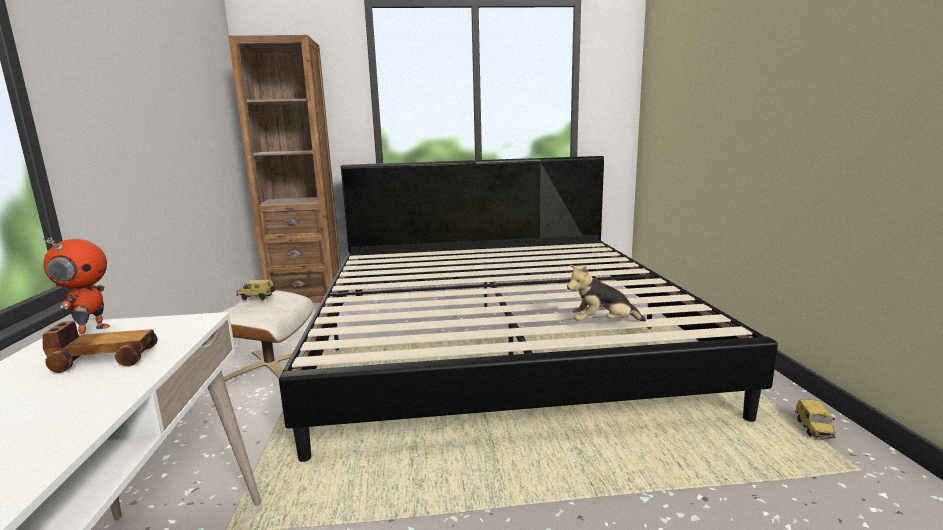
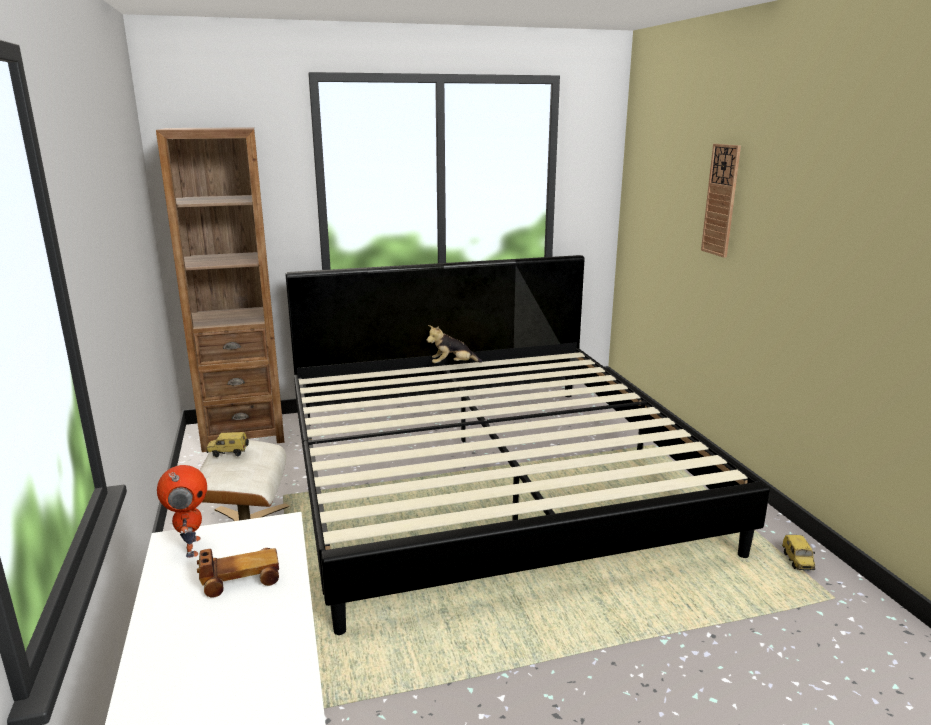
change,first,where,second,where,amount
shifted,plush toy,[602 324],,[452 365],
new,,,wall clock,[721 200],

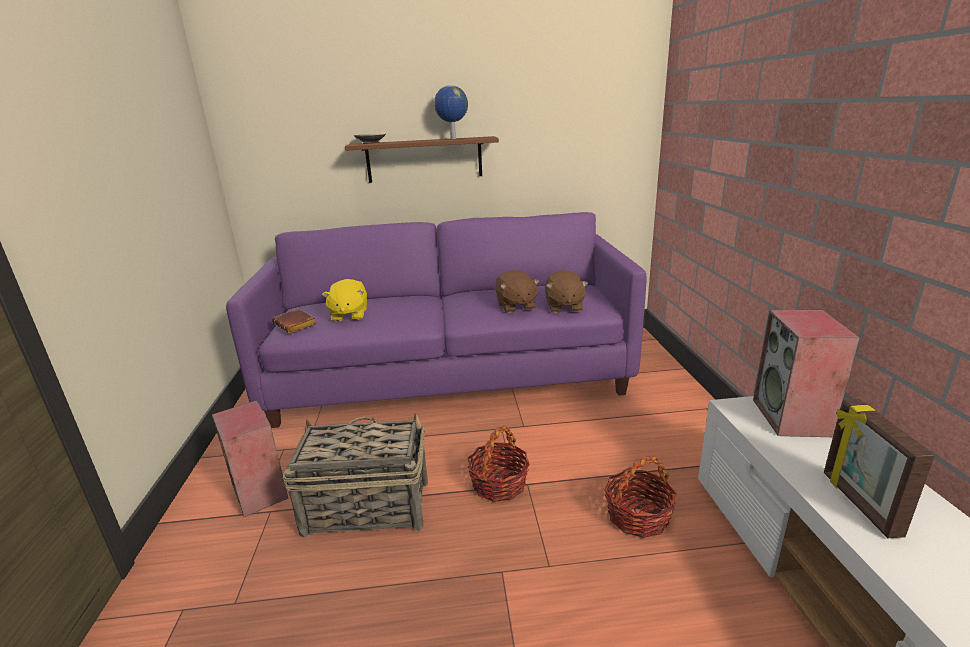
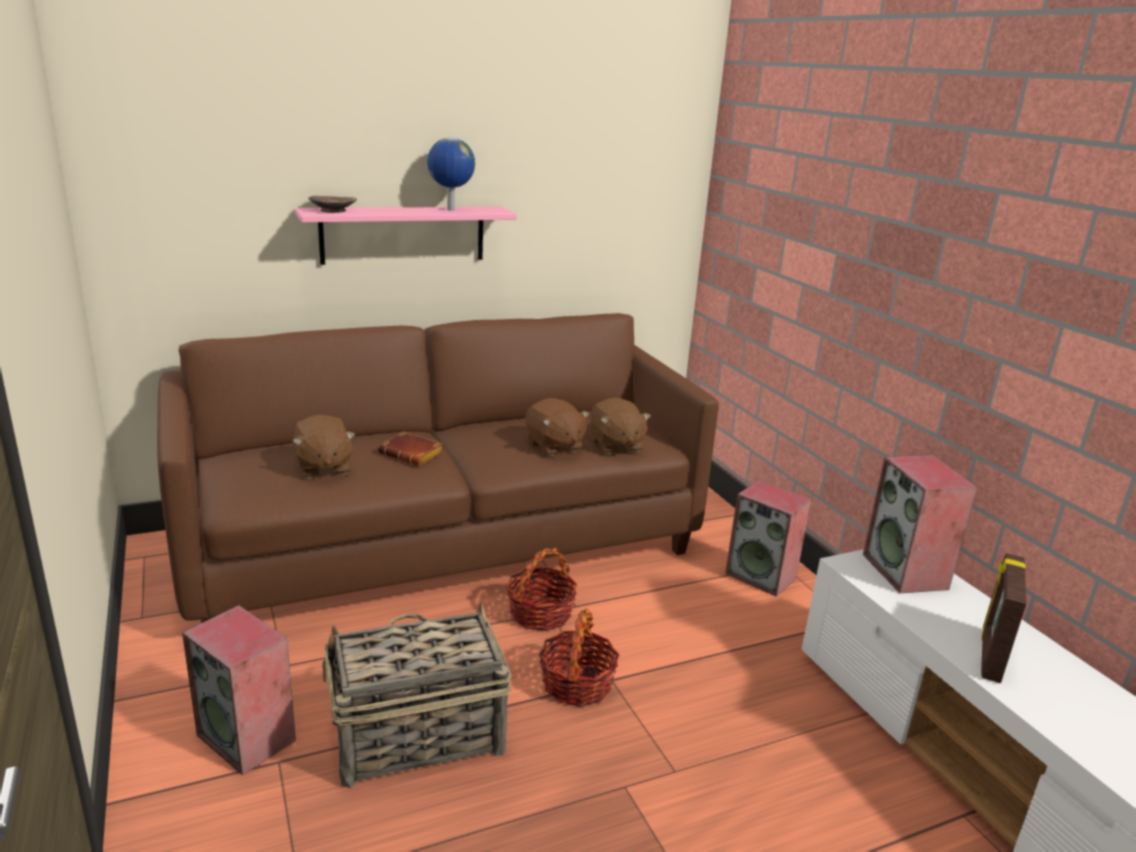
change,first,where,second,where,amount
repainted,purple sofa,[450 375],brown sofa,[444 543],
repainted,yellow plush toy,[349 315],brown plush toy,[323 468],
repainted,brown shelf,[424 159],pink shelf,[403 234],
shifted,brown book,[296 325],,[413 454],
shifted,basket,[637 516],,[540 614],
new,,,speaker,[762 576],
rotated,picture frame,[858 503],,[989 655],45 degrees clockwise

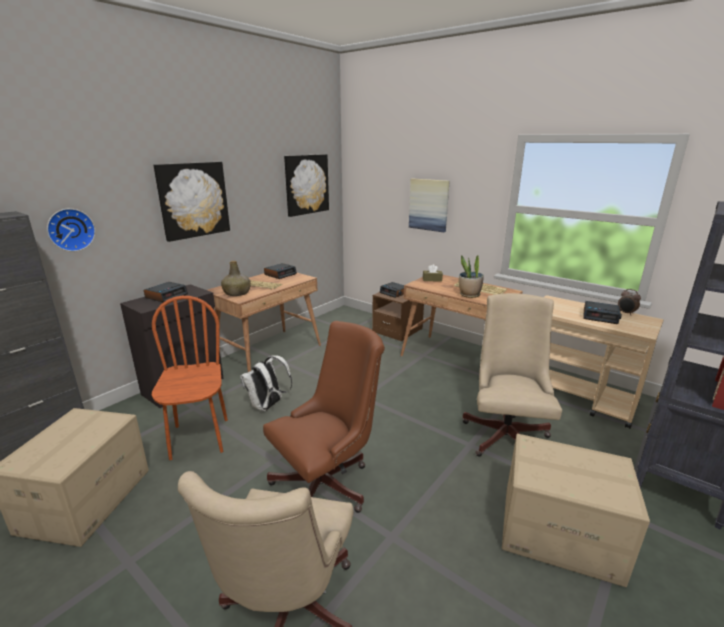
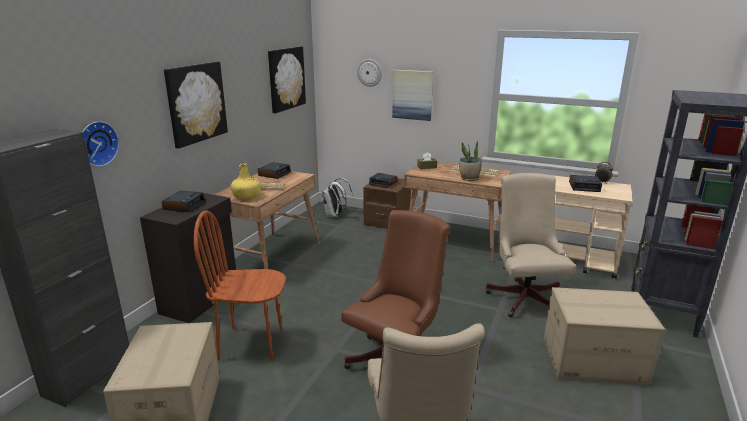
change,first,where,second,where,amount
rotated,brown chair,[199 438],,[251 343],60 degrees counterclockwise
repainted,green bottle,[237 293],yellow bottle,[247 196],
shifted,white backpack,[268 406],,[335 215],
new,,,wall clock,[369 72],

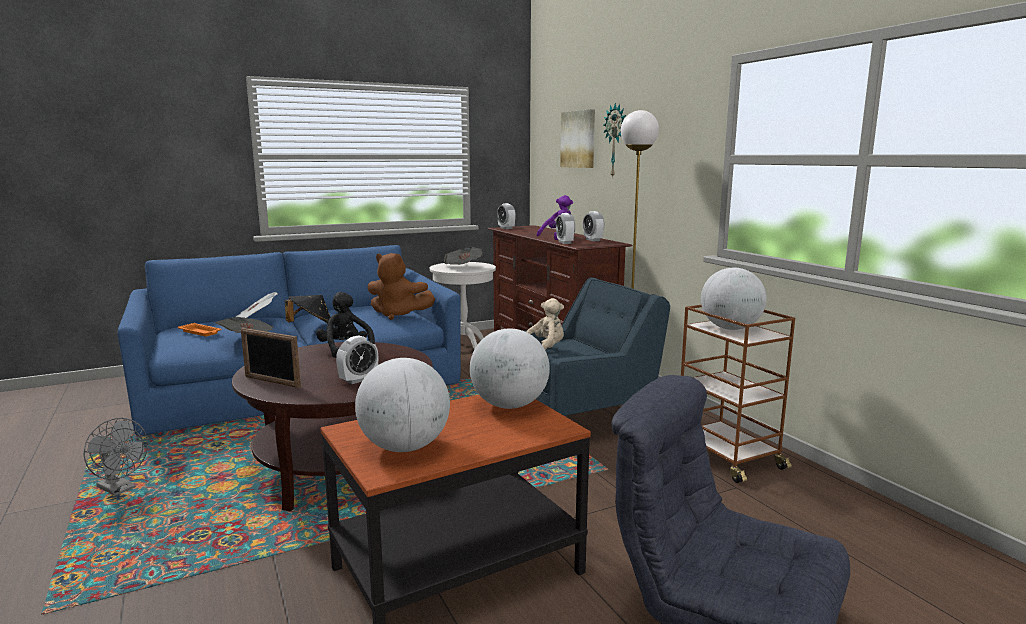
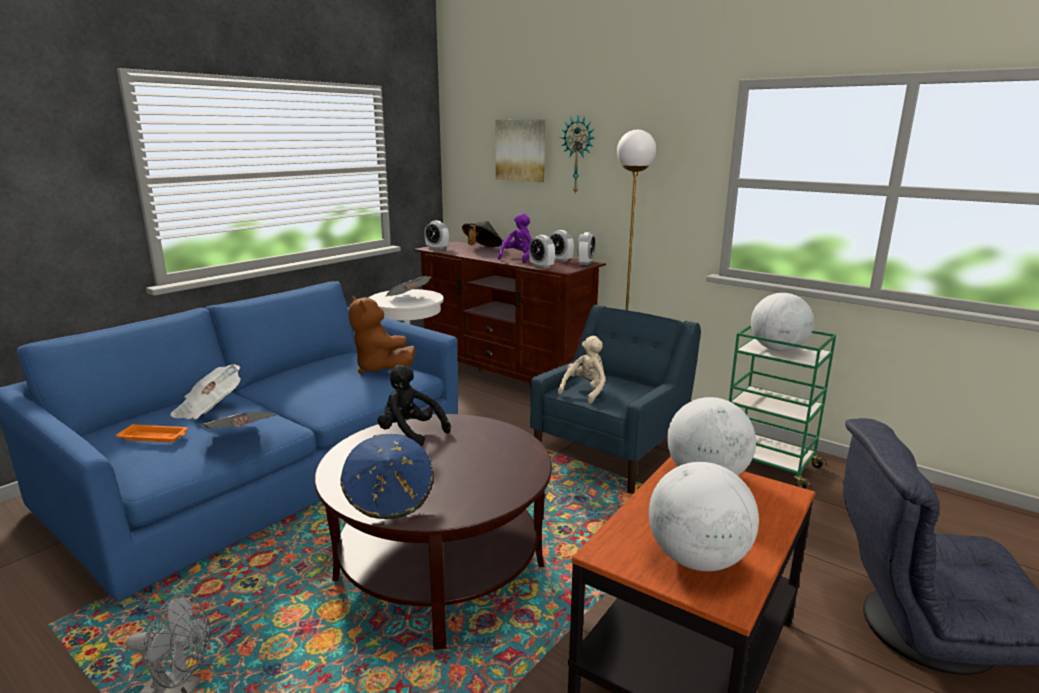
change,first,where,second,where,amount
swapped,picture frame,[272 382],blue hat,[389 499],
rotated,brown plush toy,[398 315],,[380 368],60 degrees clockwise
shifted,black hat,[311 326],,[481 249],
shifted,alarm clock,[358 380],,[585 263],
repainted,brown cart,[726 457],green cart,[768 465],

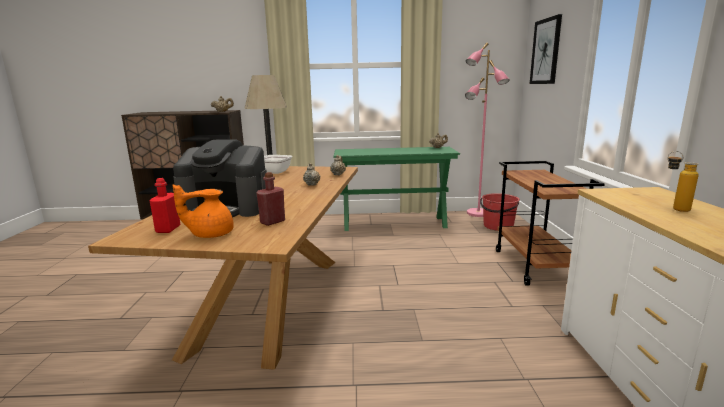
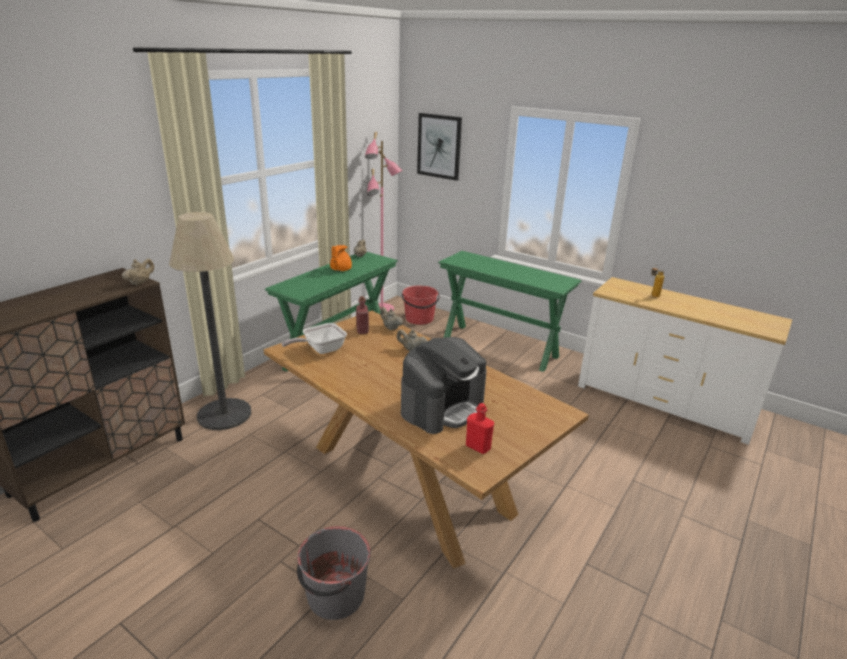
change,first,where,second,where,amount
new,,,grey bucket,[335 596],
shifted,orange teapot,[210 234],,[340 270],
shifted,red bottle,[272 222],,[362 330],
swapped,brown cart,[535 266],green console table,[500 347],

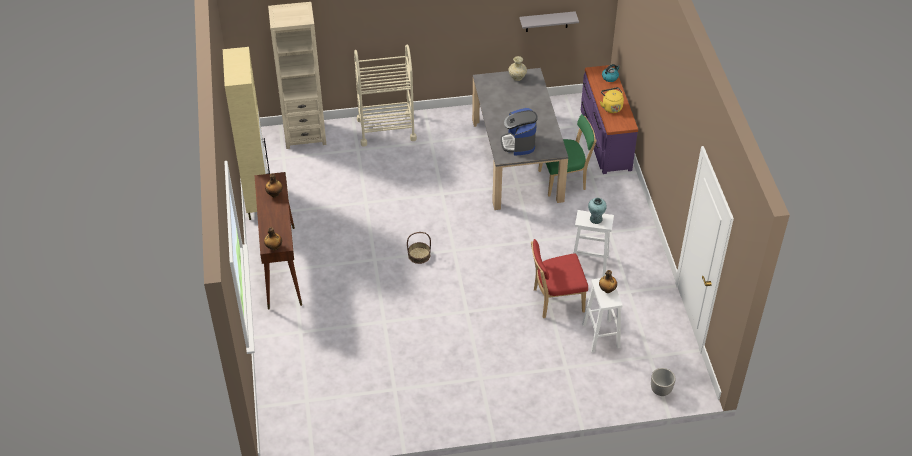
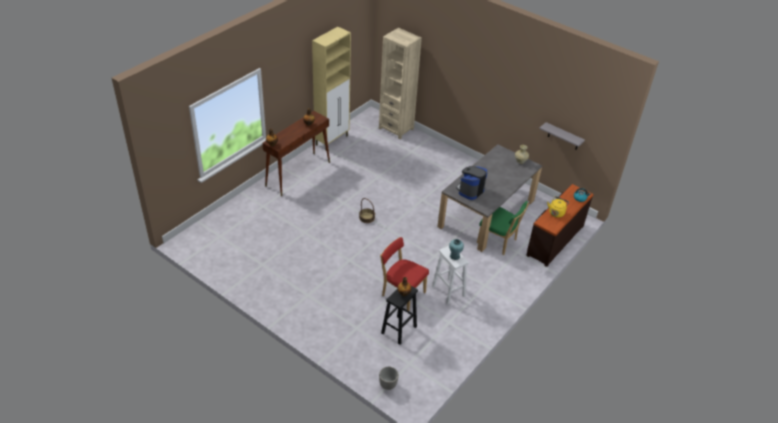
change,first,where,second,where,amount
repainted,white stool,[601 336],black stool,[398 330],
repainted,purple dresser,[604 139],brown dresser,[554 240],
gone,beige cart,[386 129],,,

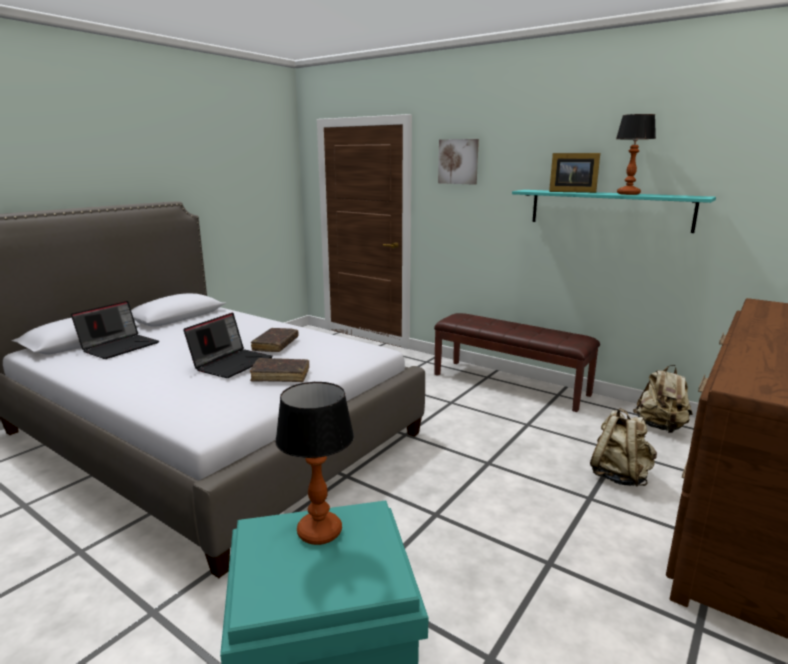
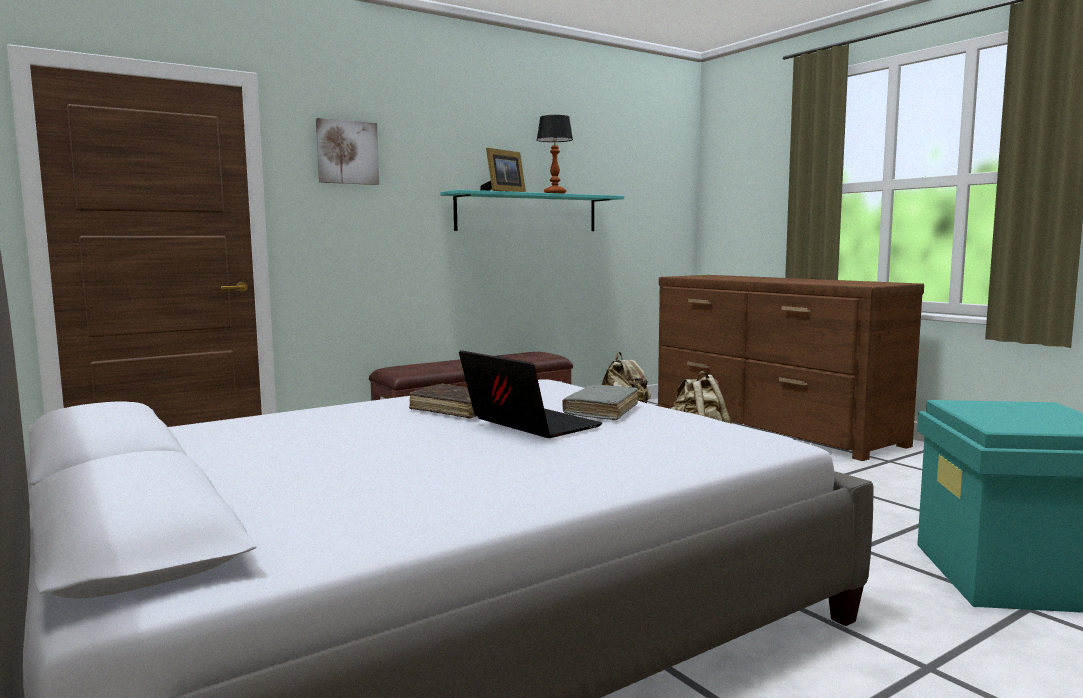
change,first,where,second,where,amount
repainted,brown book,[280 375],grey book,[601 411],
gone,laptop,[120 346],,,
gone,table lamp,[318 532],,,

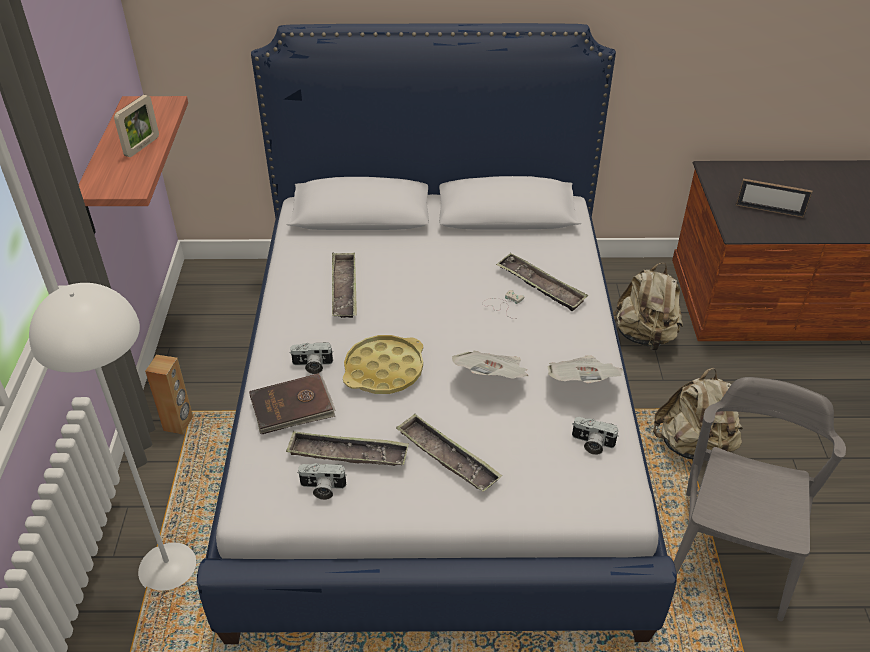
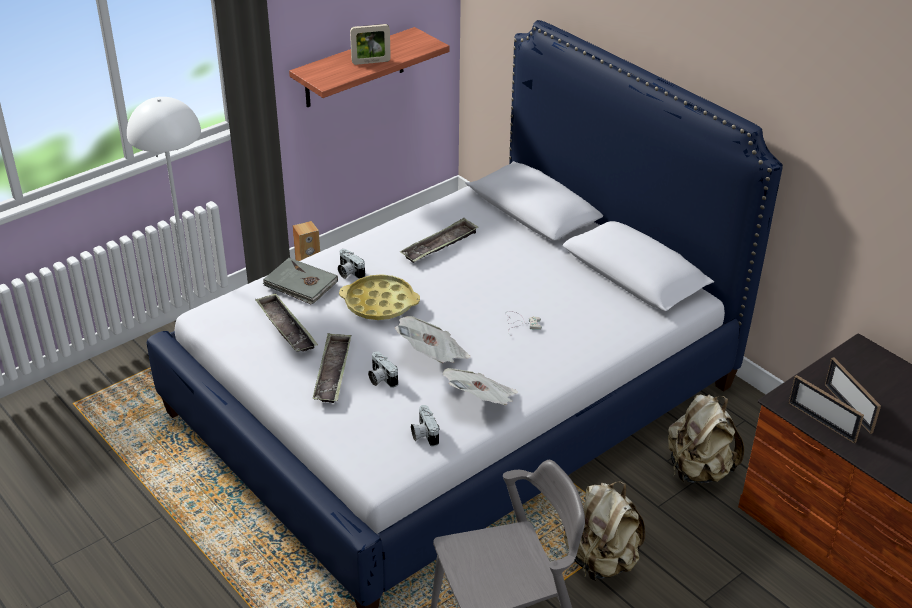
change,first,where,second,where,amount
repainted,brown book,[292 407],grey book,[300 284],
shifted,photo camera,[322 488],,[380 378],
new,,,picture frame,[821 422],
gone,tray,[540 286],,,

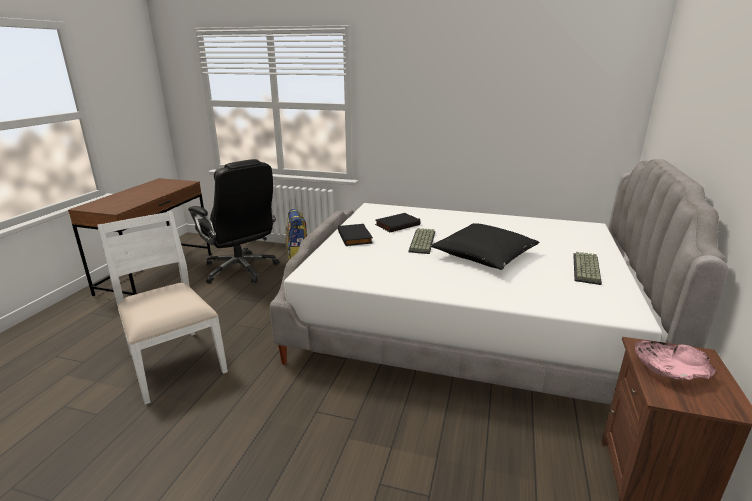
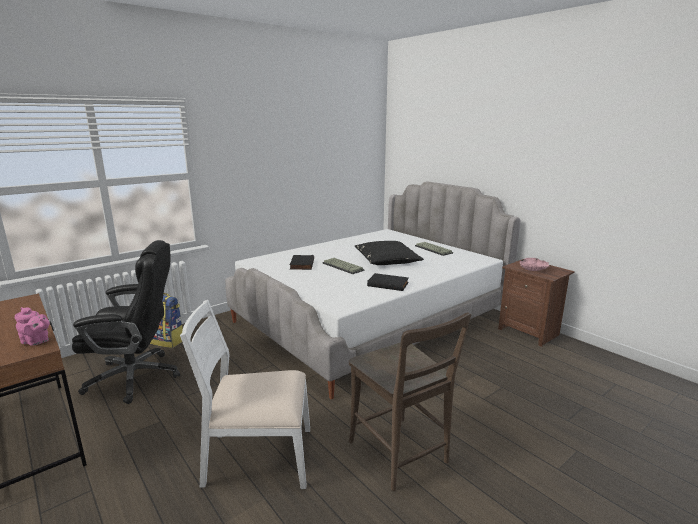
change,first,where,second,where,amount
new,,,pink teapot,[37 341],
new,,,brown chair,[401 455],
shifted,black book,[356 237],,[388 284],

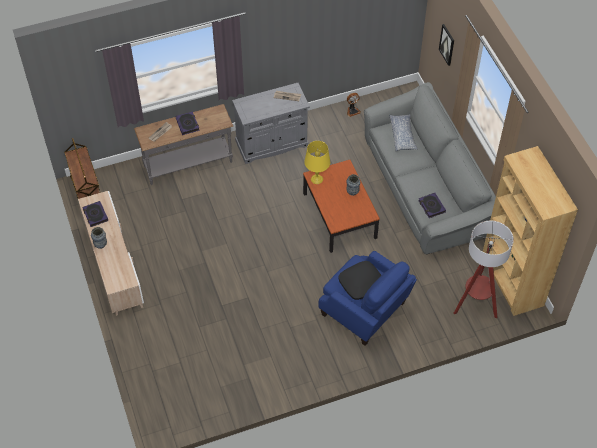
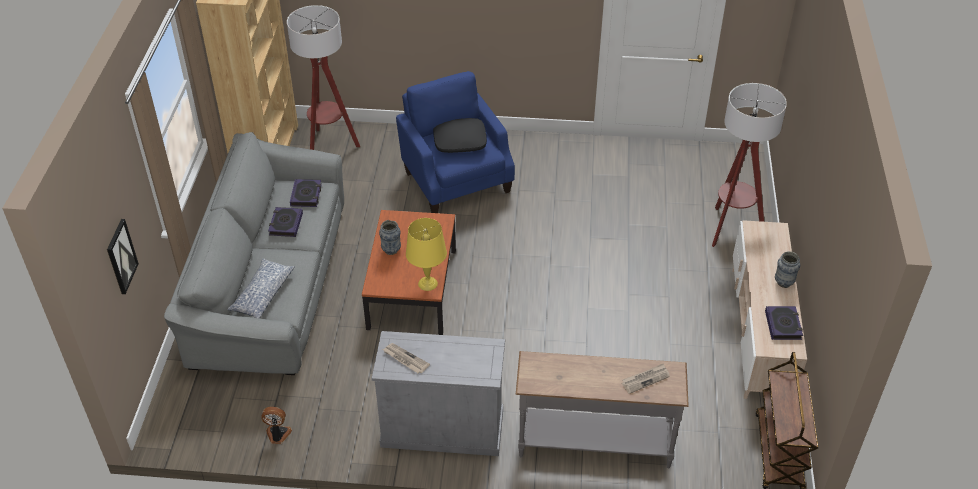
change,first,where,second,where,amount
shifted,book,[187 124],,[285 224],
new,,,floor lamp,[731 228],

